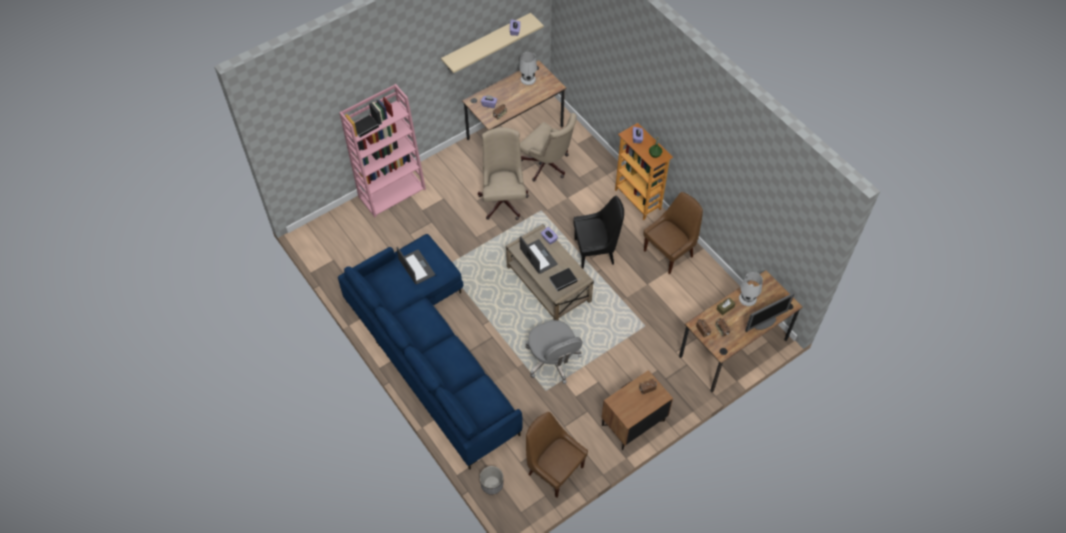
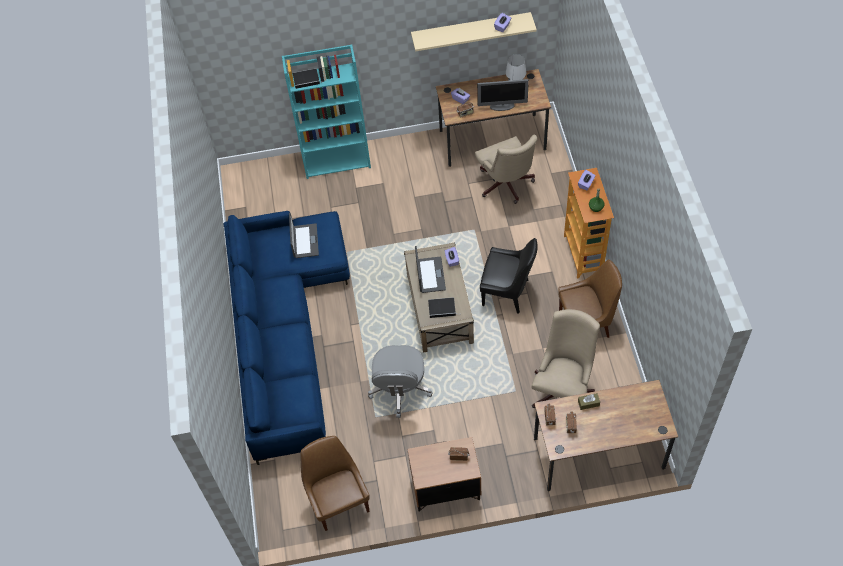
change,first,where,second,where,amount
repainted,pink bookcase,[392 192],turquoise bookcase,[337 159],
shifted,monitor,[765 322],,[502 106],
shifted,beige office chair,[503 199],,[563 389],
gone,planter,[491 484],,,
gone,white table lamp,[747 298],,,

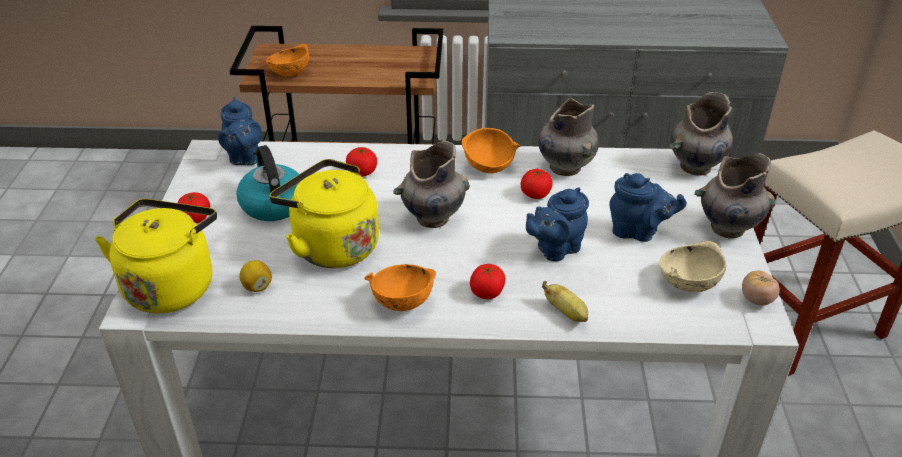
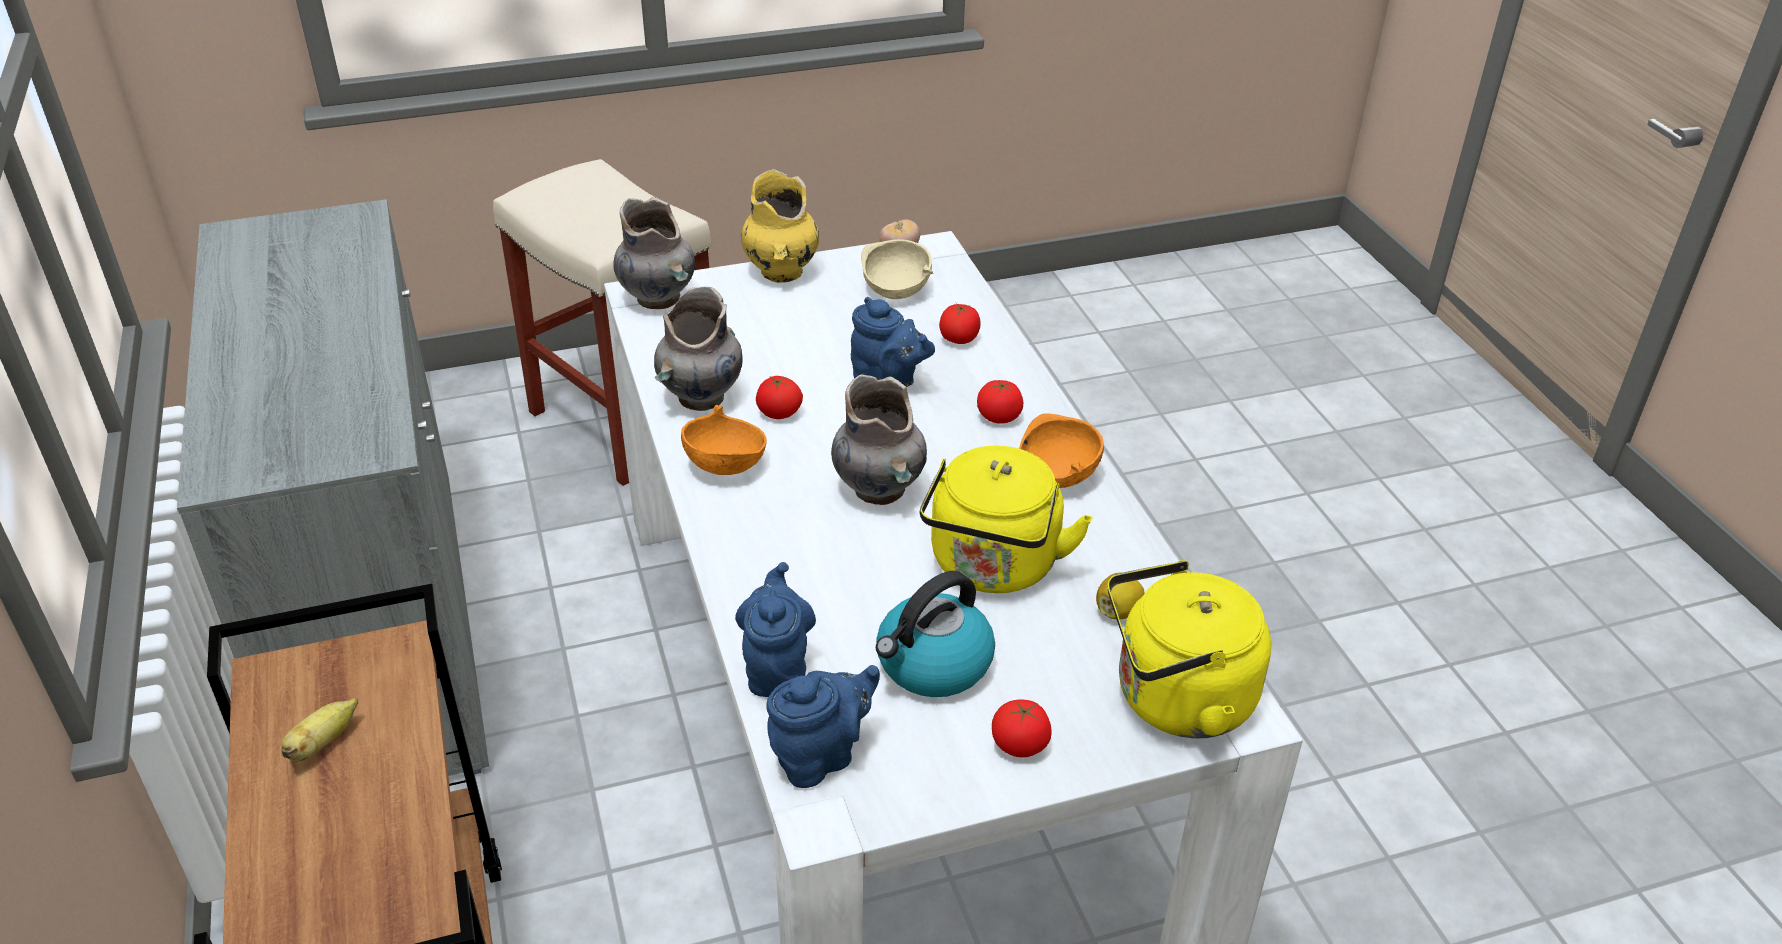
change,first,where,second,where,amount
shifted,banana,[566 313],,[323 743],
shifted,blue teapot,[638 232],,[777 670],
repainted,grey vase,[727 228],yellow vase,[781 273],
shifted,tomato,[362 172],,[959 339],
gone,orange bowl,[289 73],,,

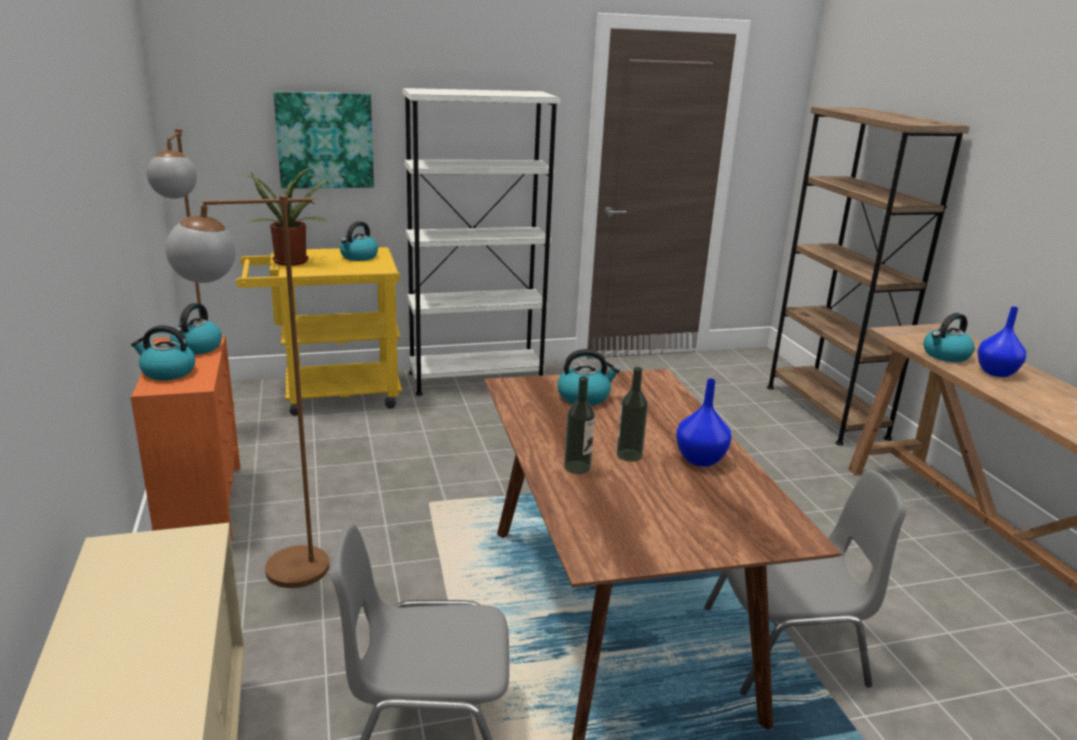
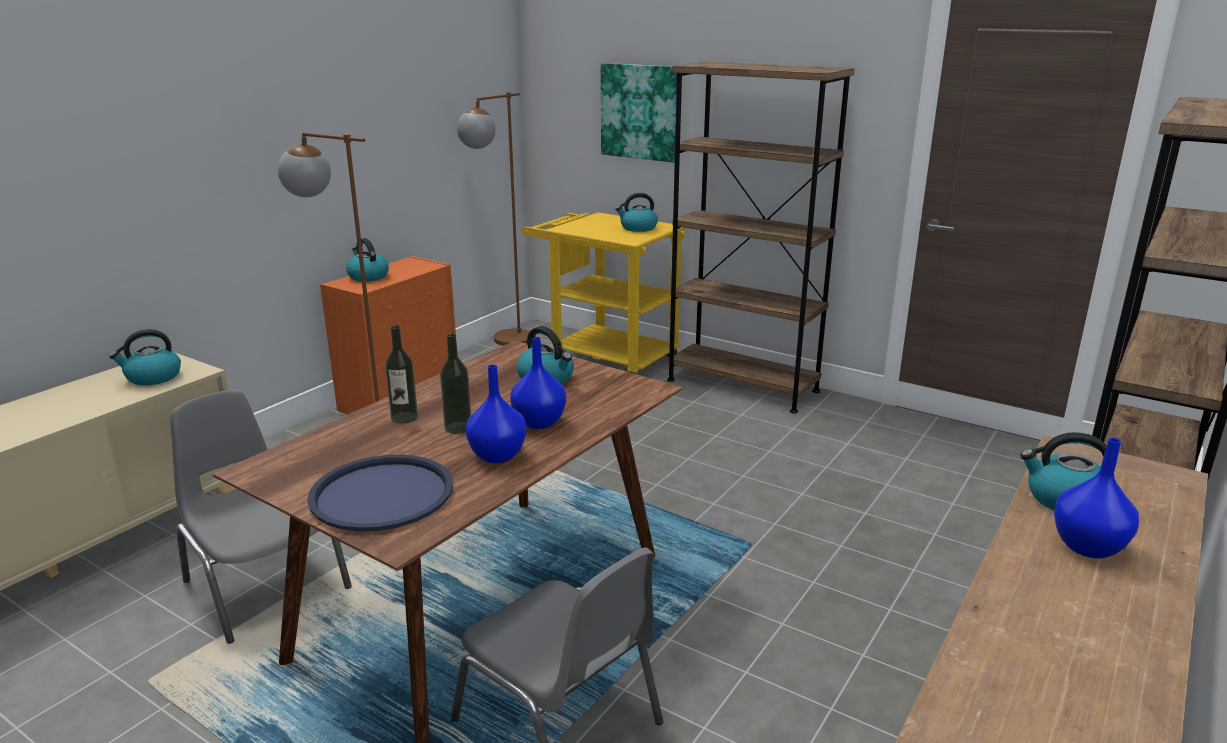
change,first,where,second,where,amount
shifted,kettle,[197 348],,[152 377],
new,,,blue tray,[382 494],
new,,,blue vase,[538 422],
repainted,white bookcase,[475 379],brown bookcase,[742 385],
gone,potted plant,[292 260],,,

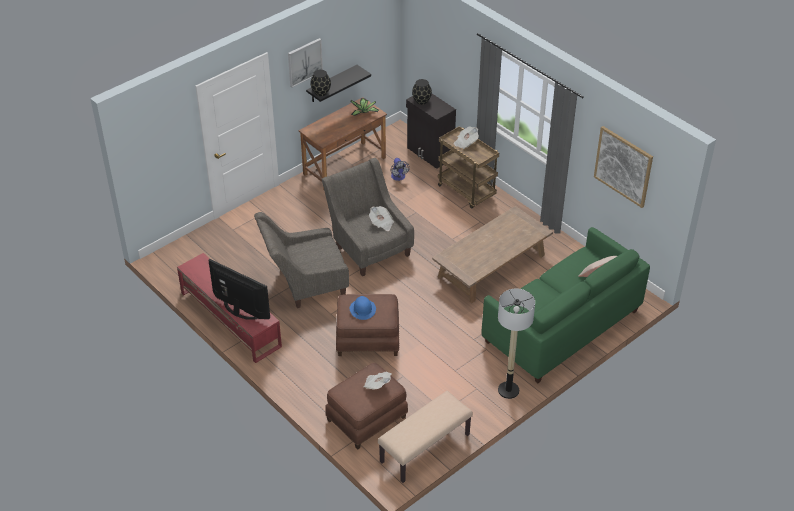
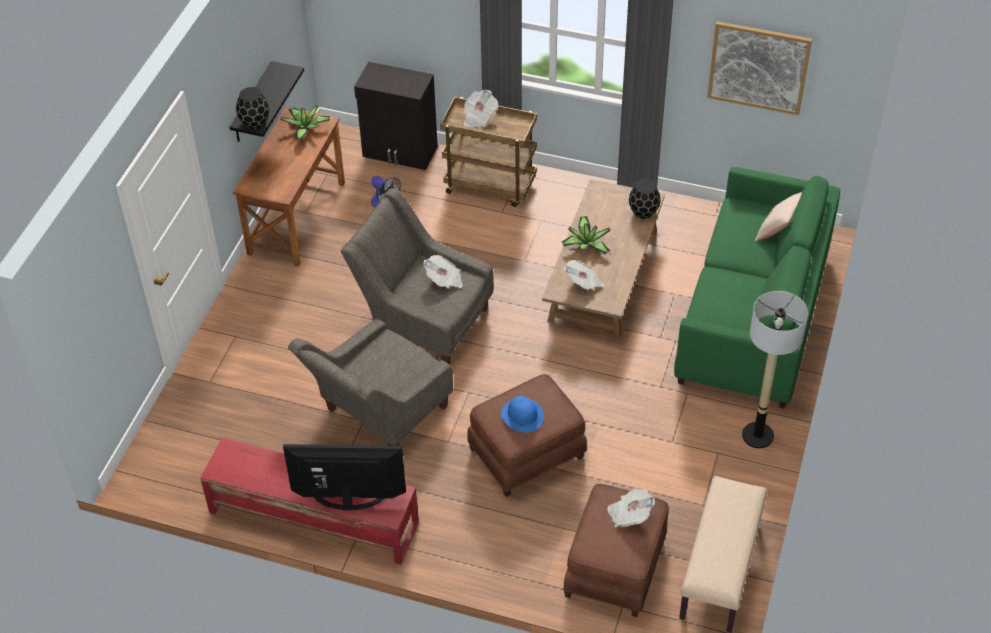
change,first,where,second,where,amount
new,,,potted plant,[586 244],
new,,,newspaper,[584 283],
shifted,black vase,[421 100],,[643 211],
gone,picture,[304 62],,,

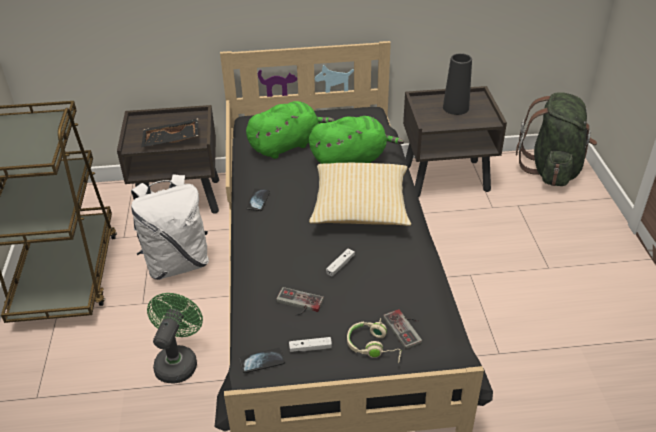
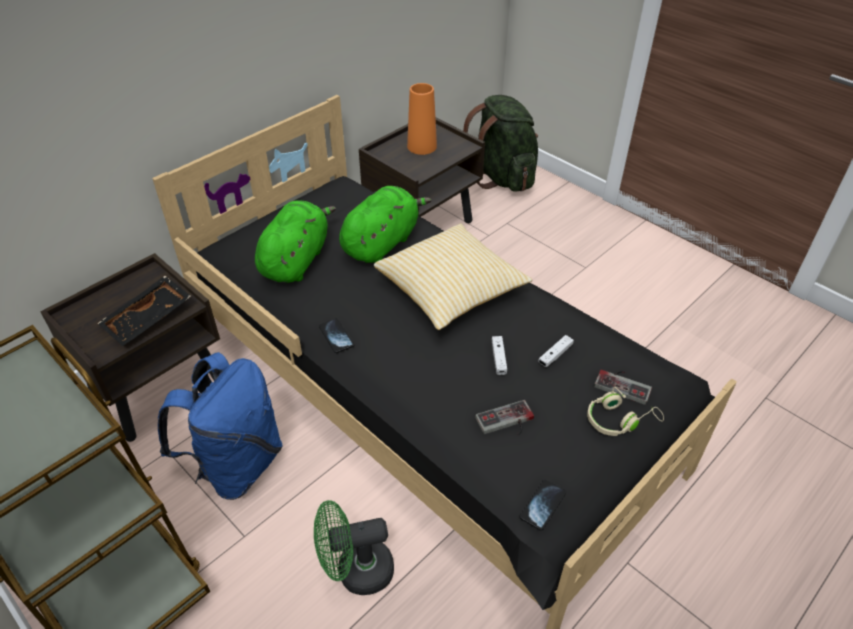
change,first,where,second,where,amount
repainted,white backpack,[177 263],blue backpack,[237 465],
rotated,green fan,[178 361],,[356 572],75 degrees counterclockwise
repainted,black vase,[455 108],orange vase,[422 146],
shifted,white game controller,[310 348],,[555 355],

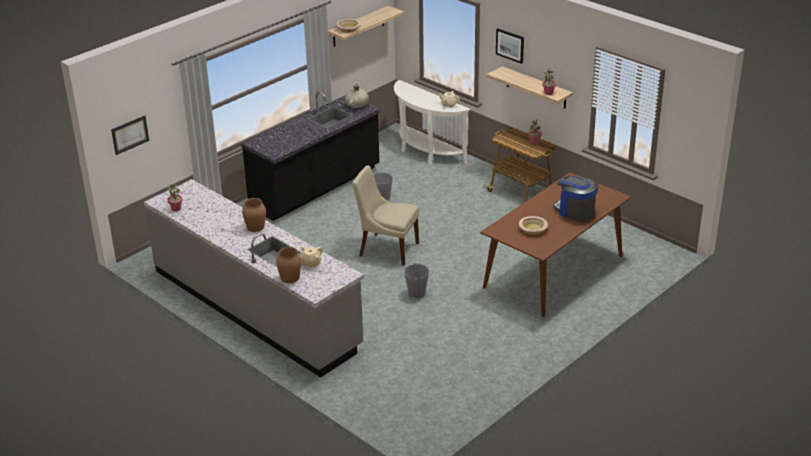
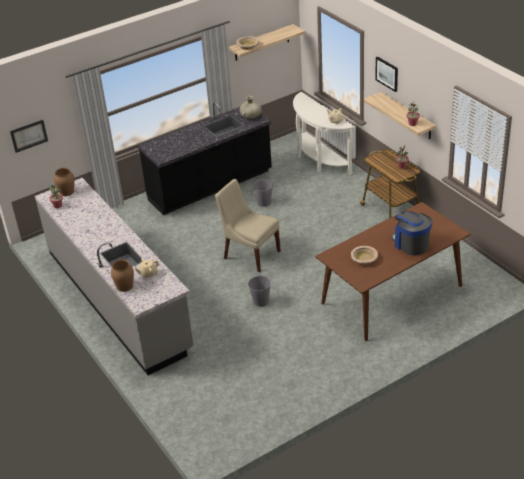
change,first,where,second,where,amount
shifted,brown vase,[255 227],,[67 192],

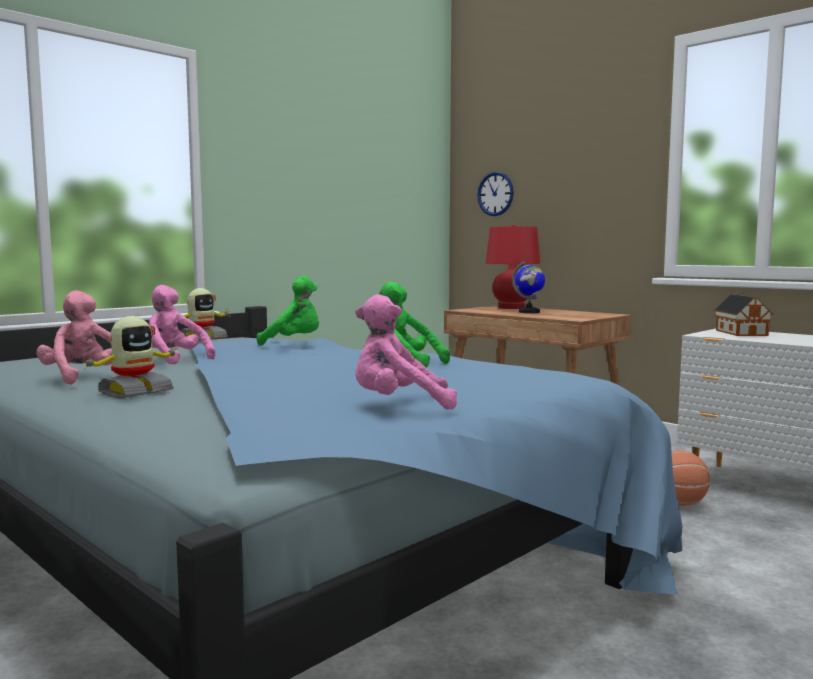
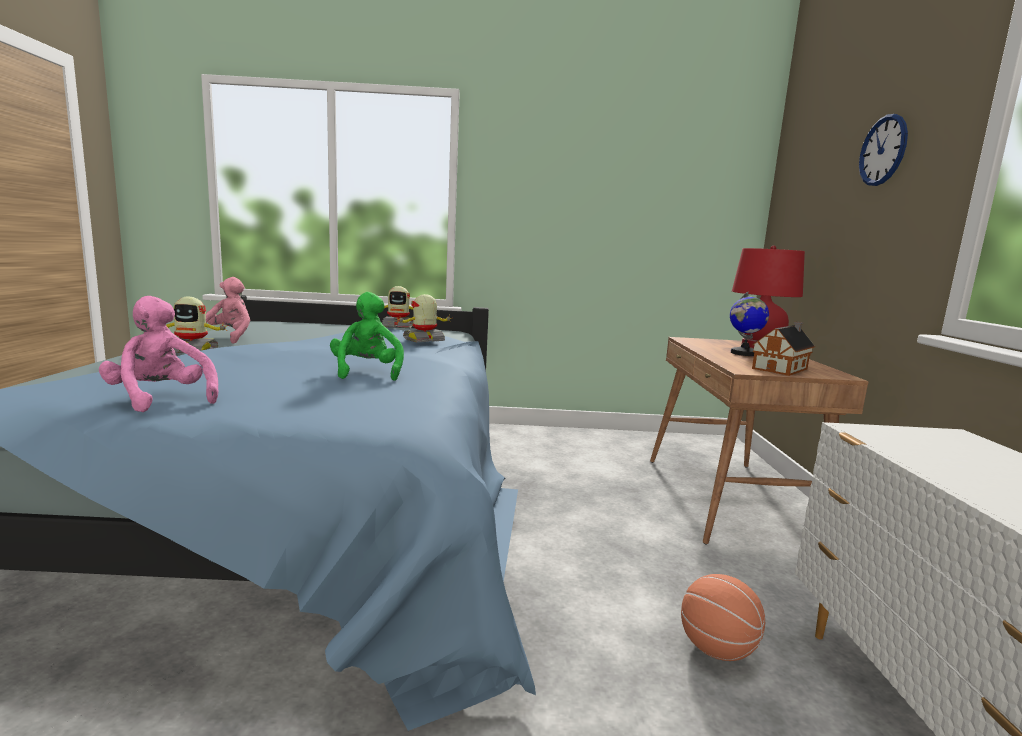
change,first,where,second,where,amount
swapped,green plush toy,[293 342],toy robot,[424 340],
shifted,toy house,[740 332],,[781 368],
shifted,wall clock,[495 194],,[883 150],
gone,pink plush toy,[172 361],,,

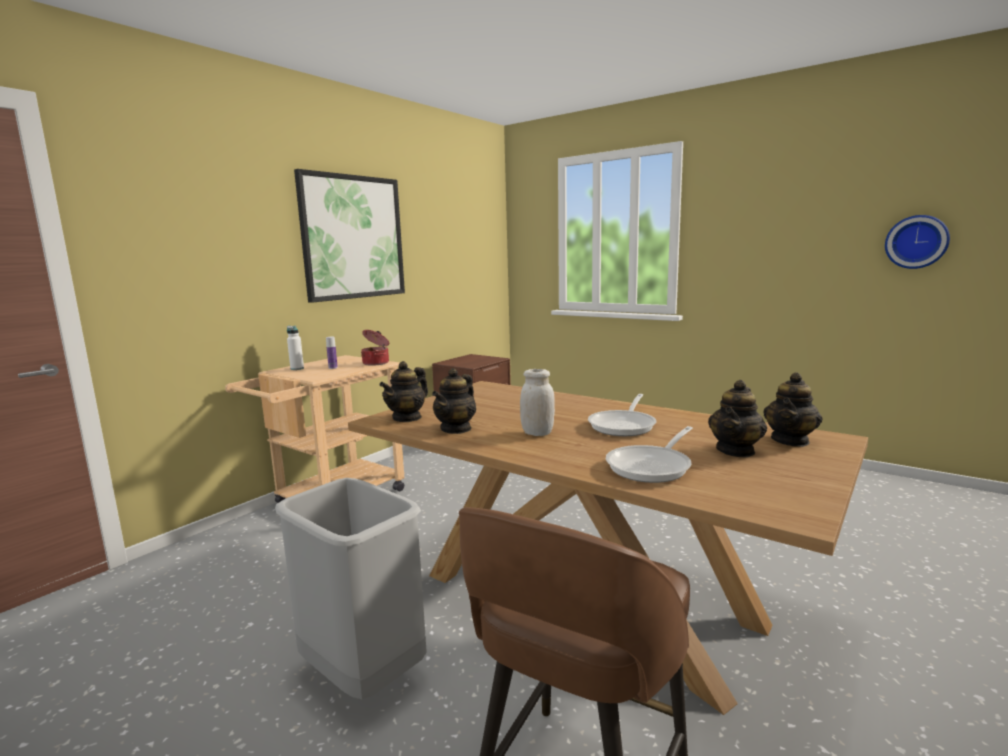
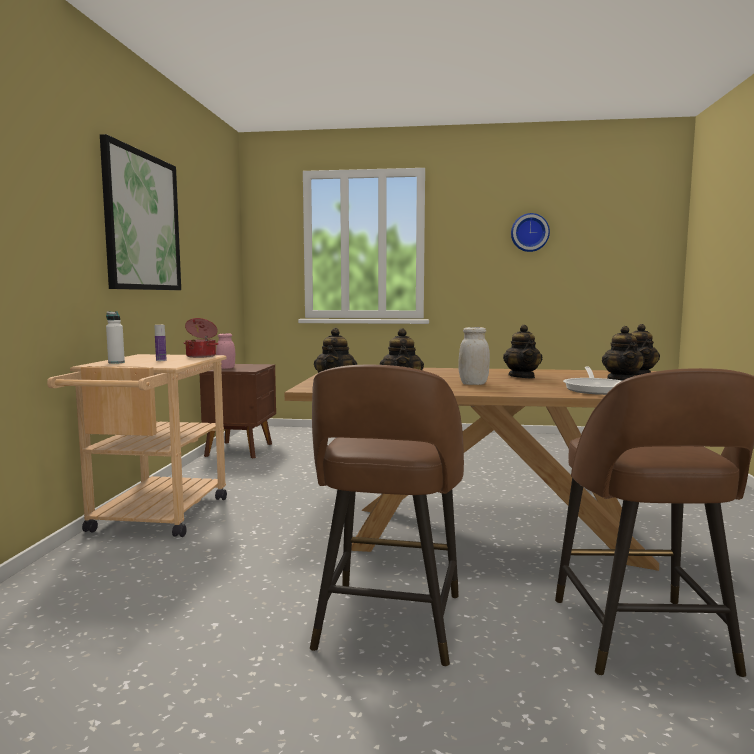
change,first,where,second,where,amount
new,,,pink jar,[226 368],
swapped,grey trash can,[361 675],brown stool,[388 624],
swapped,frying pan,[624 425],teapot,[522 377],
shifted,wall clock,[916 242],,[529 232],

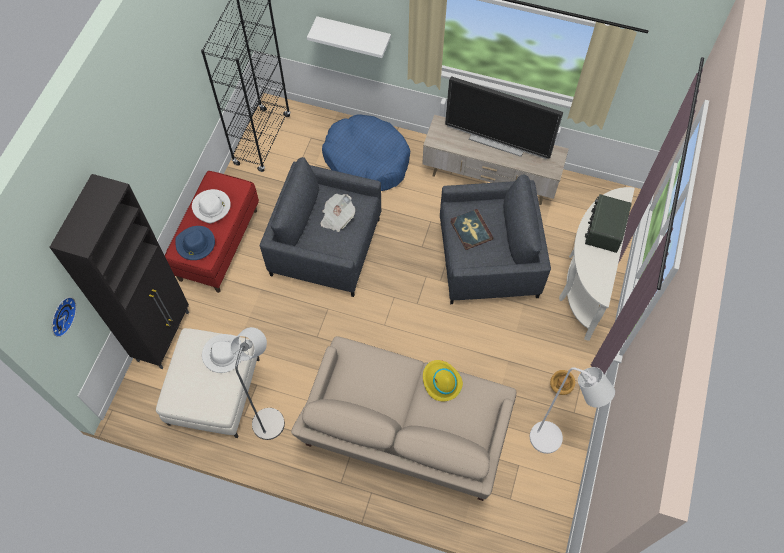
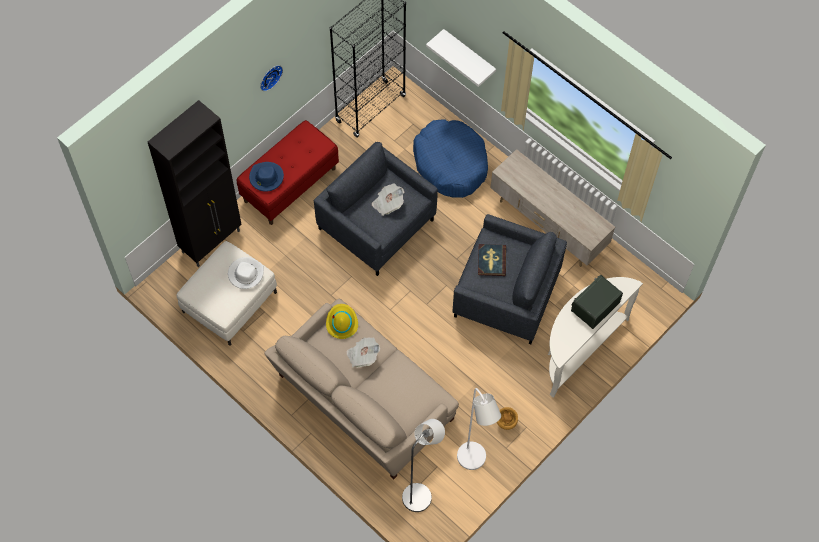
change,first,where,second,where,amount
shifted,wall clock,[61 316],,[269 76],
shifted,yellow hat,[441 382],,[341 323],
new,,,newspaper,[362 356],
shifted,grey floor lamp,[270 417],,[421 493],
gone,white hat,[212 207],,,
gone,television,[497 141],,,

